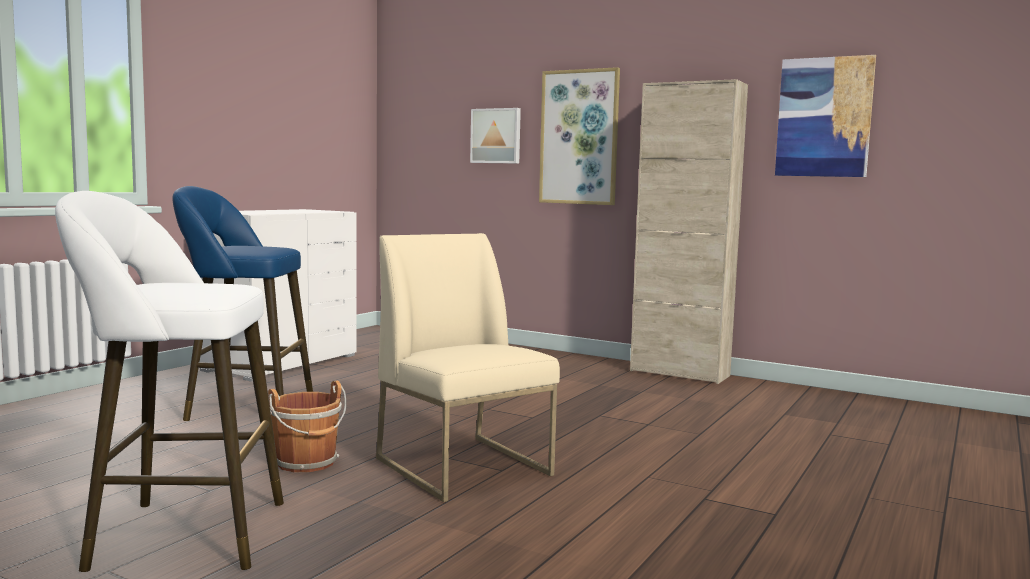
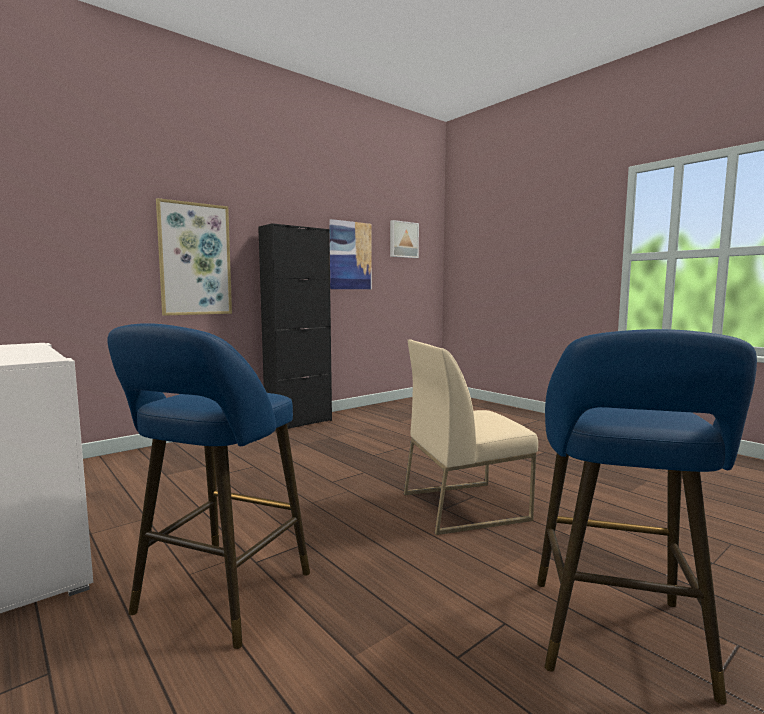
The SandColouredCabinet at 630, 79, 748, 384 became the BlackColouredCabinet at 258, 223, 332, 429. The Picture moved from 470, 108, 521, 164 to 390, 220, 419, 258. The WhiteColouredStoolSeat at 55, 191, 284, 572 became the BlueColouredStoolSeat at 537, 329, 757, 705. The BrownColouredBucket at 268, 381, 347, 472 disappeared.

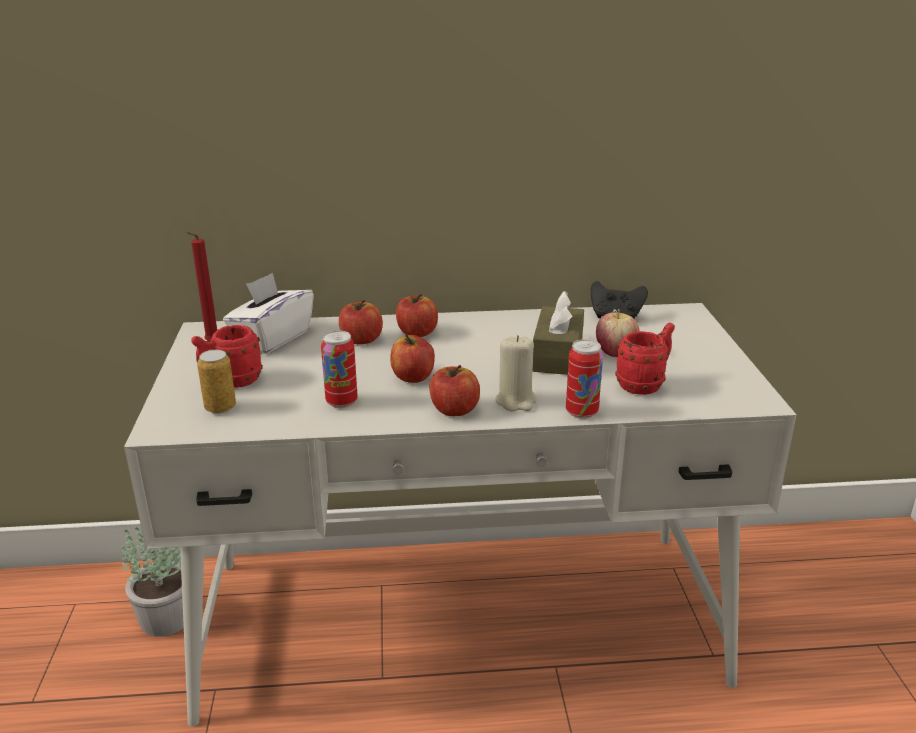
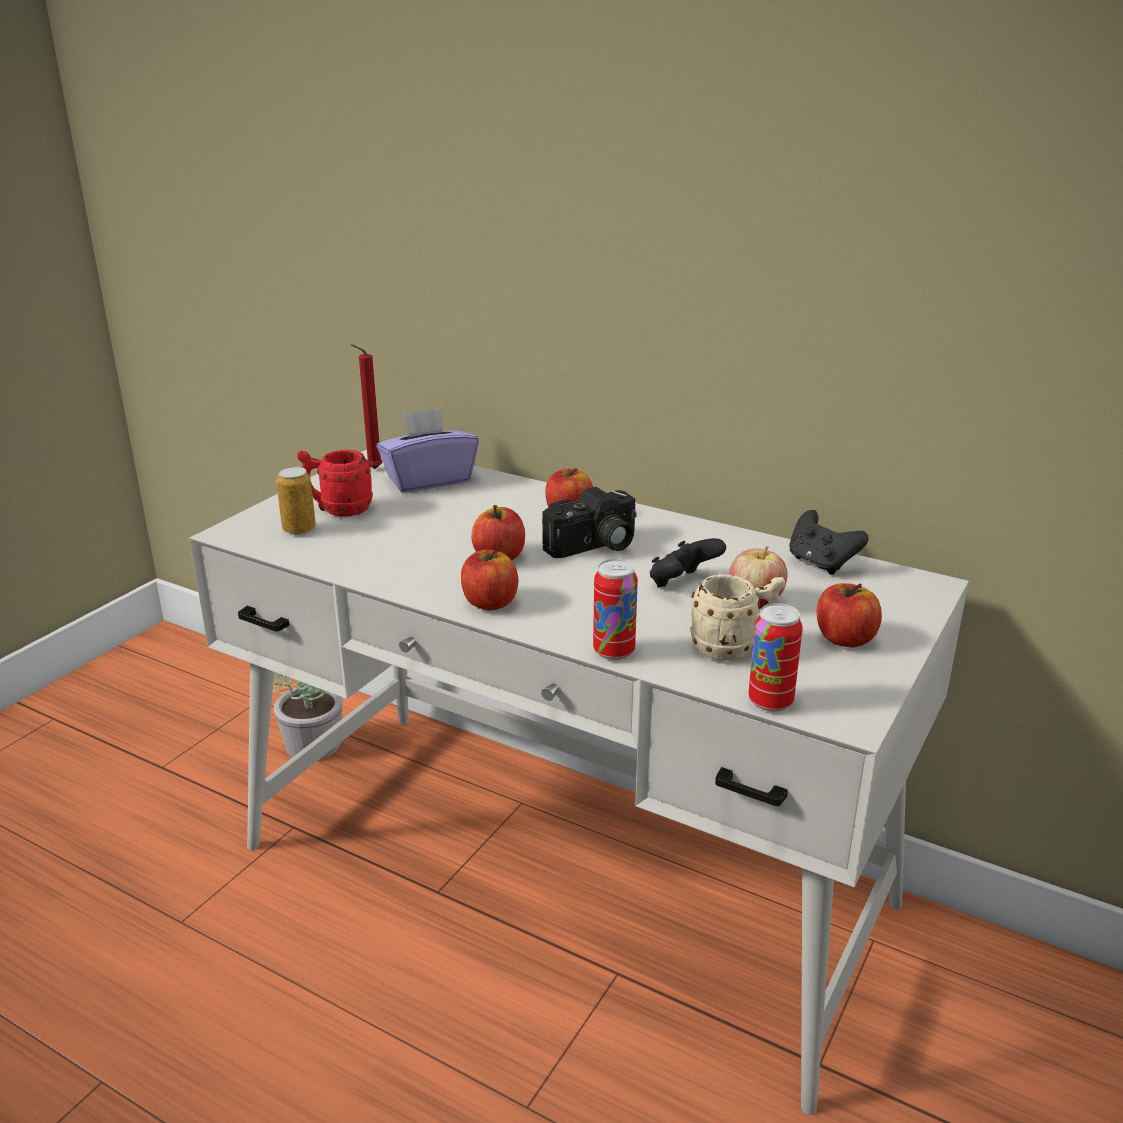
The WhiteColouredTissueBox at 223, 273, 314, 354 became the PurplishTissueBox at 377, 408, 479, 492. The BrownColouredTissueBox at 532, 291, 584, 375 was replaced by the BlackColouredGamepad at 650, 538, 726, 588. The AppleFruit moved from 339, 300, 383, 344 to 817, 583, 882, 647. The RedCoffeeMug at 615, 323, 675, 395 became the SandColouredCoffeeMug at 690, 574, 785, 661. The SealedCan moved from 321, 331, 358, 408 to 748, 603, 803, 712. The SandColouredCandle at 495, 335, 537, 411 disappeared. The StillCamera at 542, 487, 637, 558 appeared.

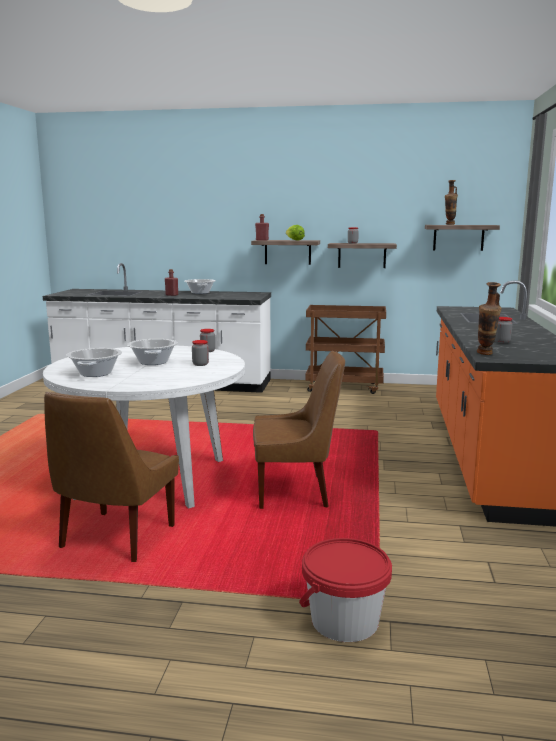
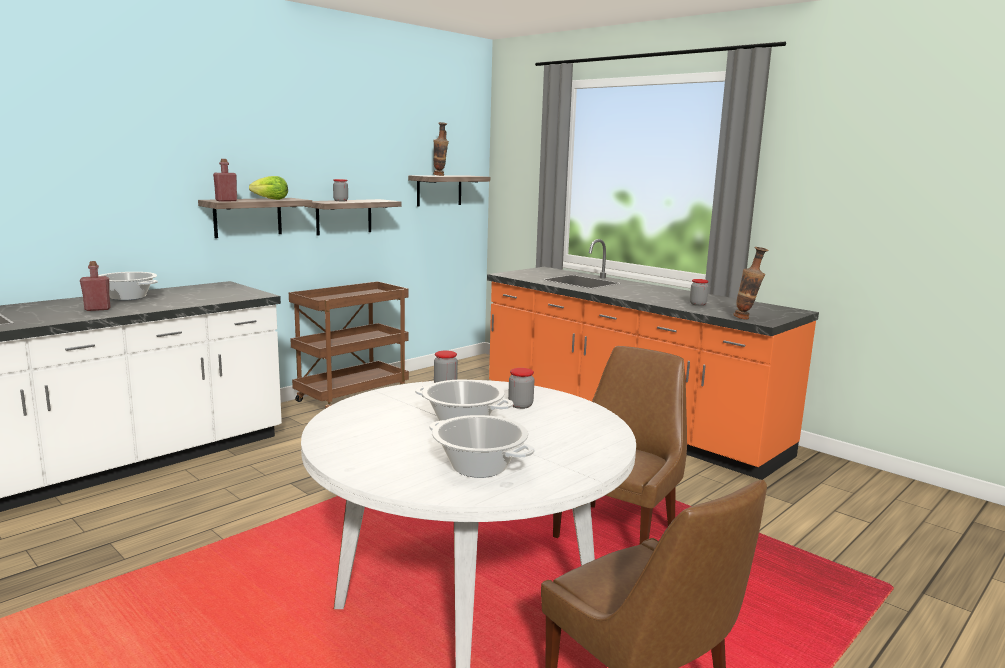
The RedBucket at 299, 538, 392, 642 disappeared.

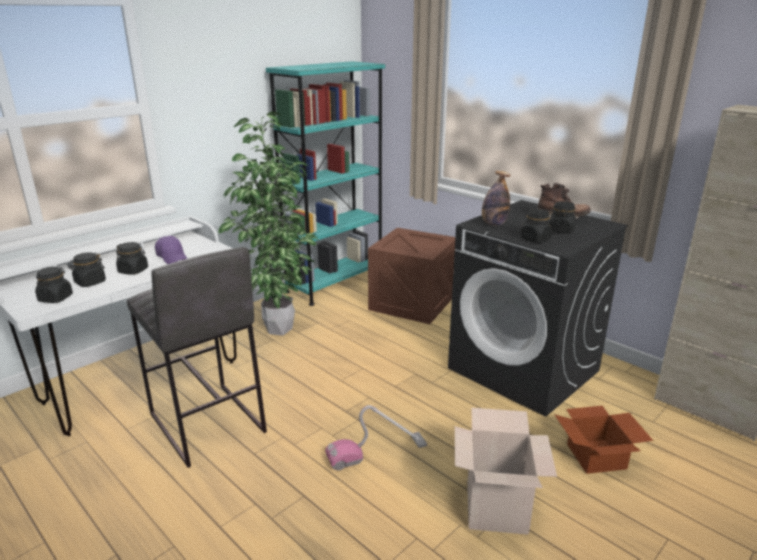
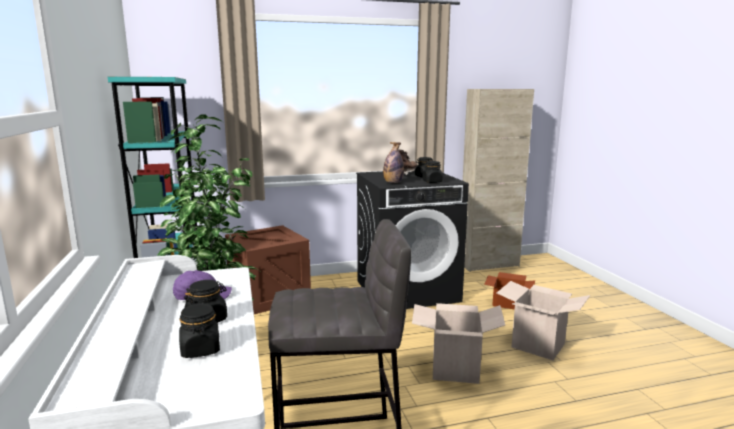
The BlackColouredJar at 35, 267, 73, 303 disappeared. The Hoover at 325, 405, 427, 471 was replaced by the PackingBox at 412, 303, 505, 384.

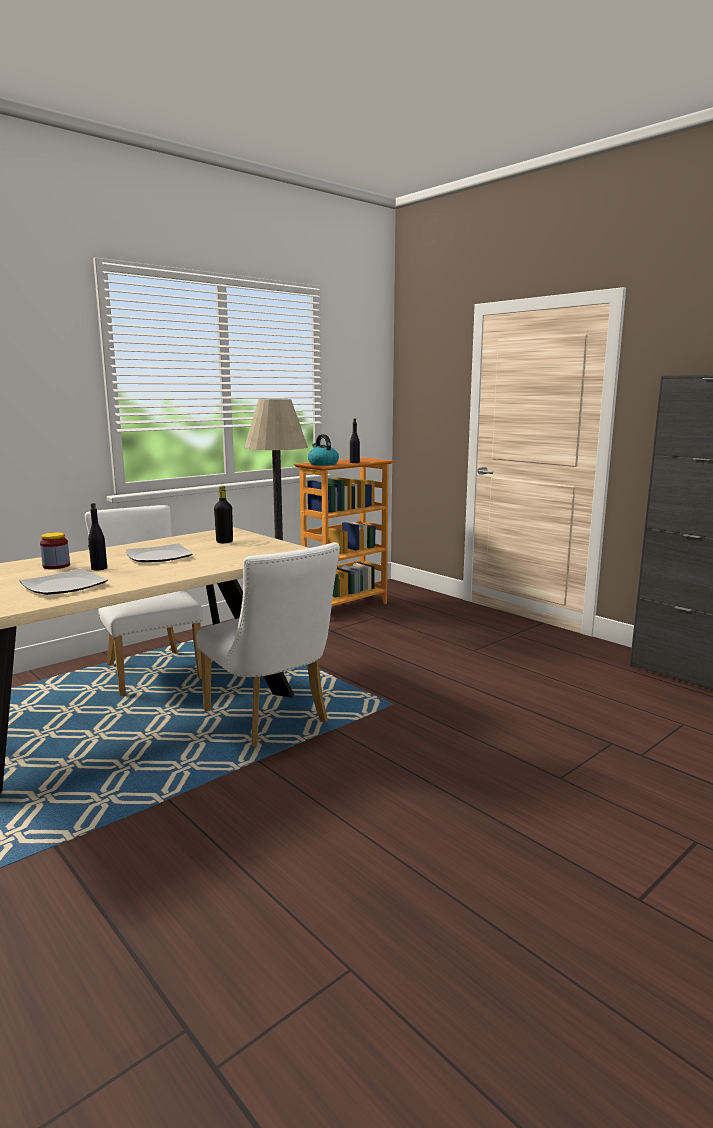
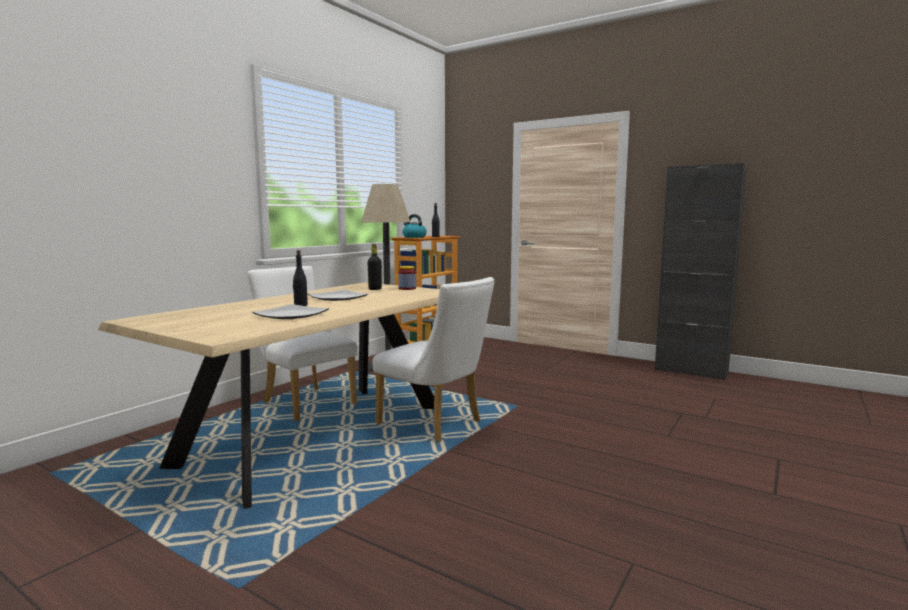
The Jar moved from 40, 532, 70, 569 to 398, 266, 416, 290.

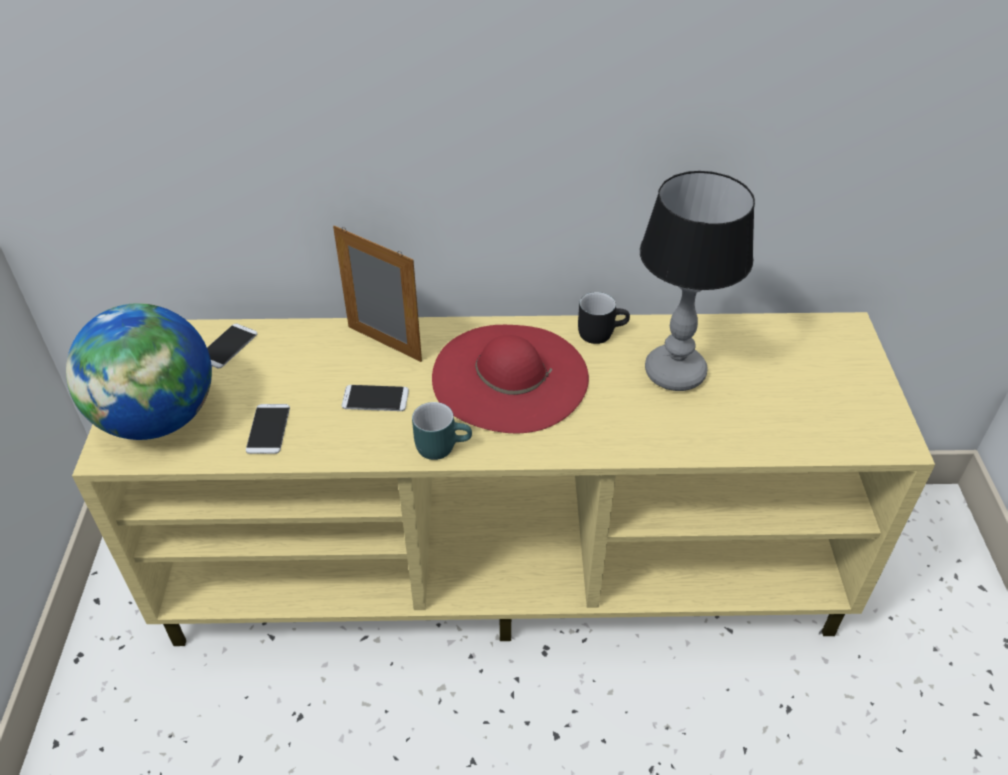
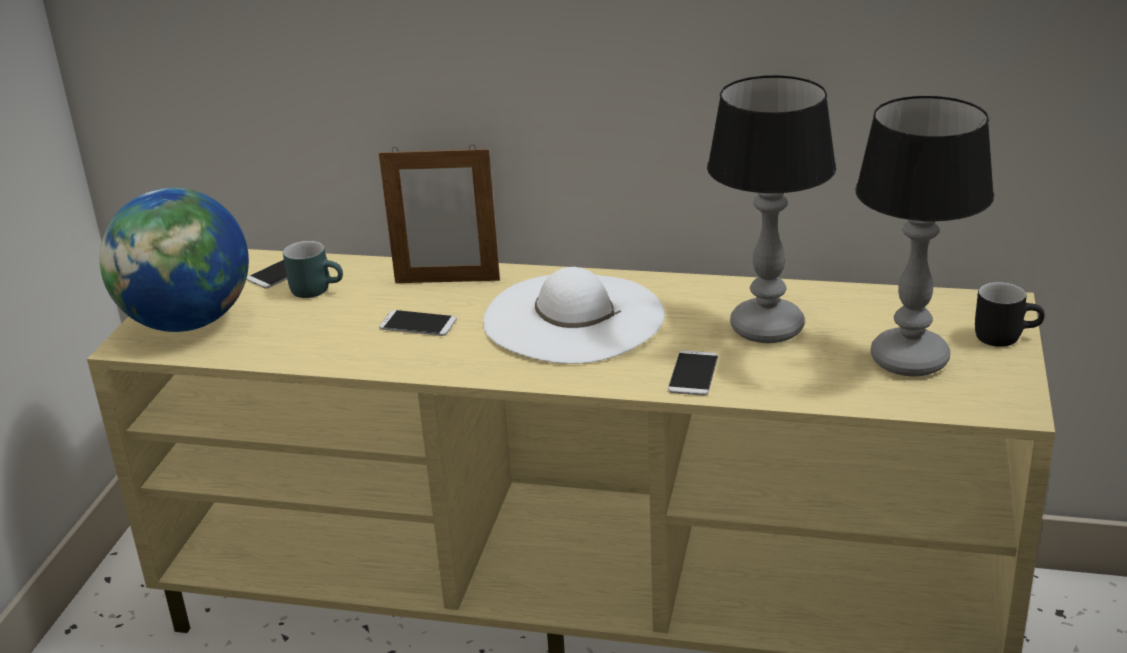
The PhotoFrame at 333, 225, 422, 362 turned 135 degrees clockwise. The BlackColouredCoffeeMug moved from 578, 292, 630, 344 to 975, 282, 1044, 347. The RedClothingHat at 432, 325, 589, 433 became the WhiteColouredClothingHat at 483, 267, 665, 364. The BlueGreenCoffeeMug moved from 412, 402, 472, 460 to 283, 241, 343, 298. The Telephone moved from 246, 404, 290, 454 to 668, 350, 718, 396. The LampForATable at 855, 96, 994, 377 appeared.

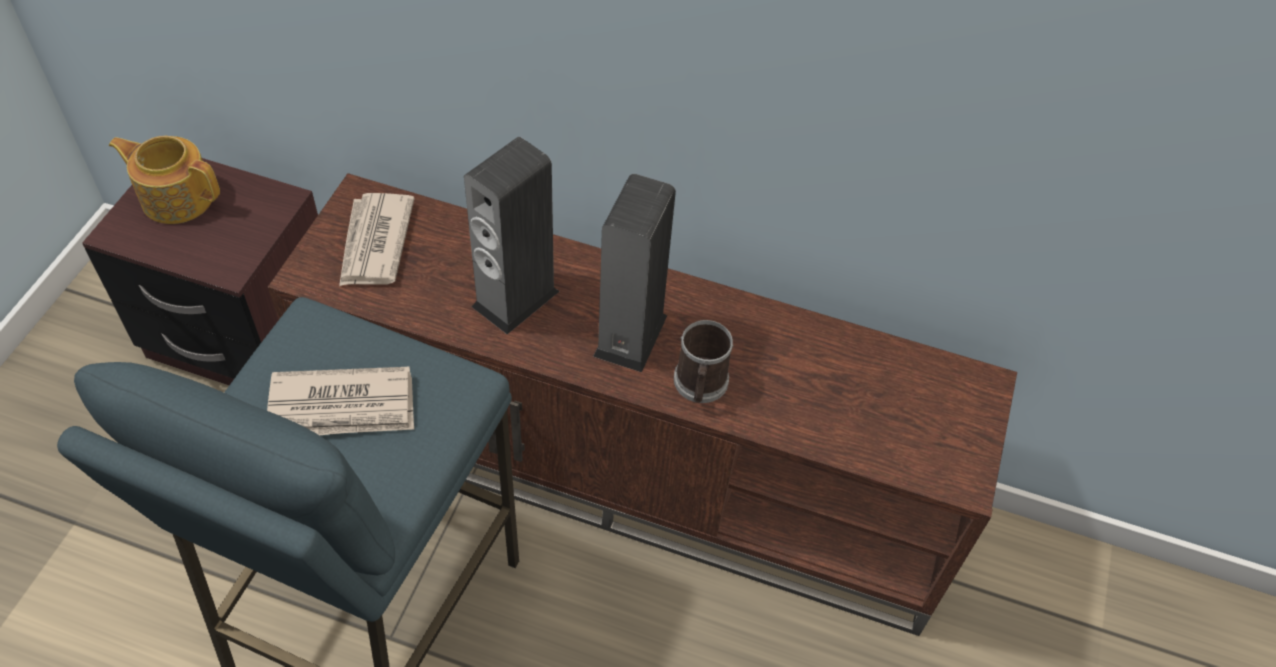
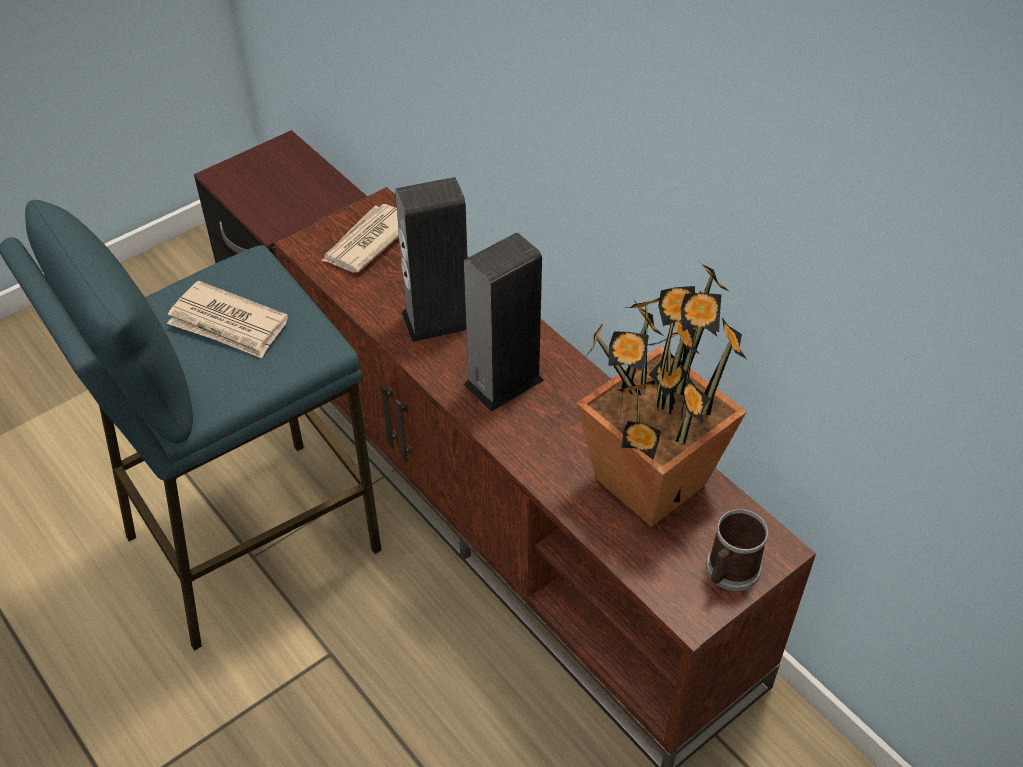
The Teapot at 109, 136, 220, 224 disappeared. The CoffeeMug moved from 674, 320, 733, 403 to 706, 509, 768, 591. The PottedPlant at 576, 258, 747, 527 appeared.

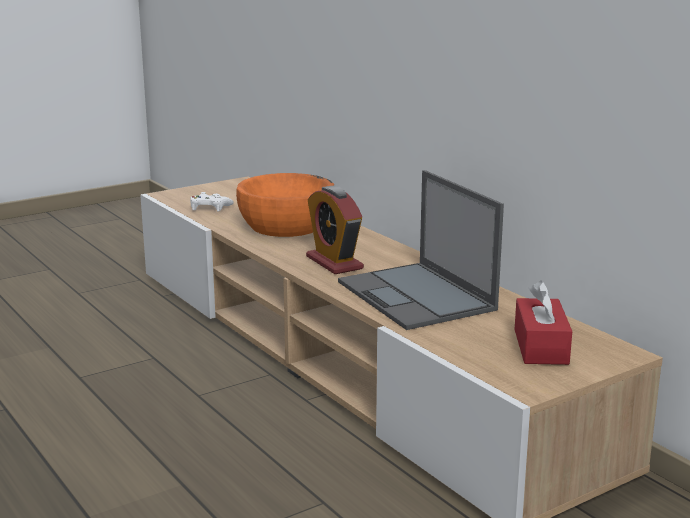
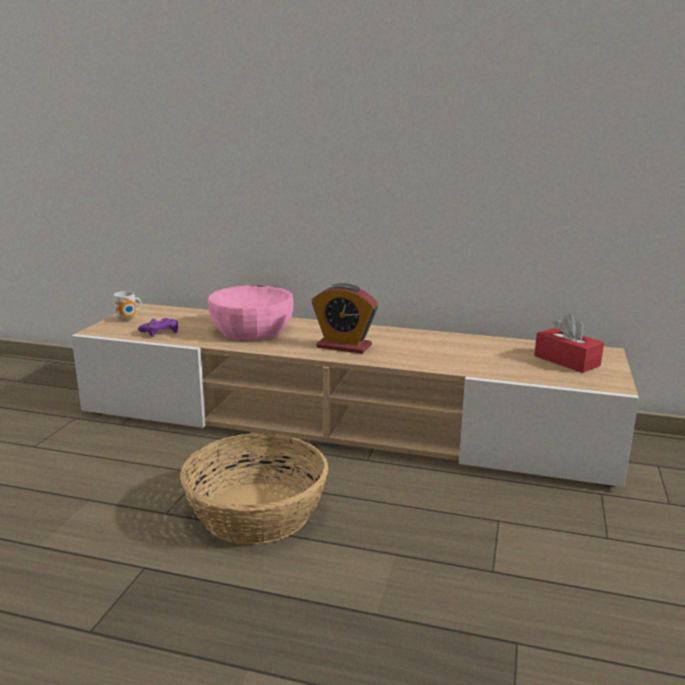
The NotebookComputer at 338, 170, 504, 330 disappeared. The OrangeyServingBowl at 236, 173, 334, 237 became the PinkServingBowl at 208, 285, 293, 341. The WhiteColouredGamepad at 190, 192, 234, 211 became the PurplishGamepad at 138, 318, 178, 337. The CoffeeMug at 114, 291, 142, 321 appeared. The Basket at 180, 433, 328, 545 appeared.

